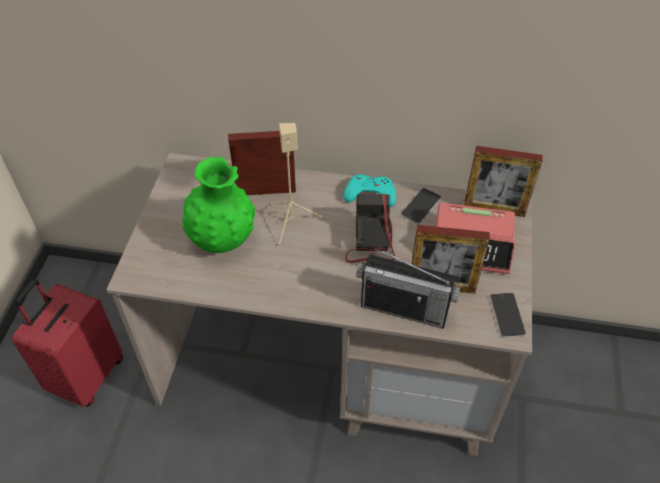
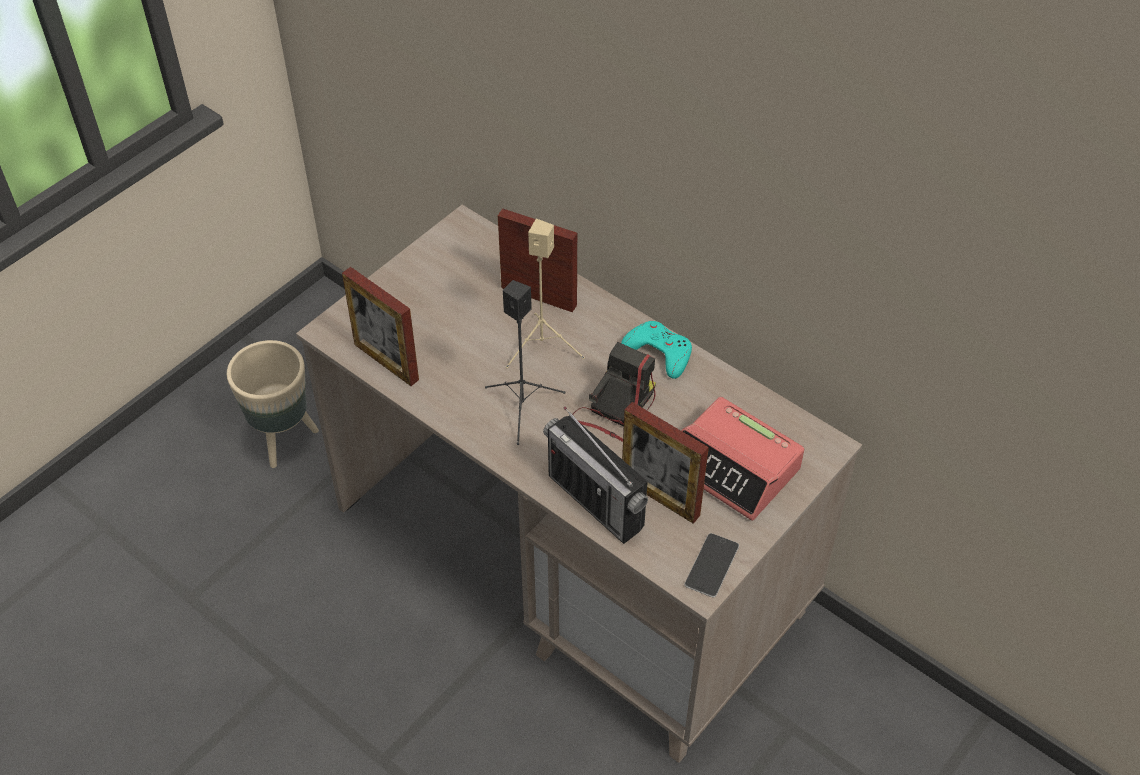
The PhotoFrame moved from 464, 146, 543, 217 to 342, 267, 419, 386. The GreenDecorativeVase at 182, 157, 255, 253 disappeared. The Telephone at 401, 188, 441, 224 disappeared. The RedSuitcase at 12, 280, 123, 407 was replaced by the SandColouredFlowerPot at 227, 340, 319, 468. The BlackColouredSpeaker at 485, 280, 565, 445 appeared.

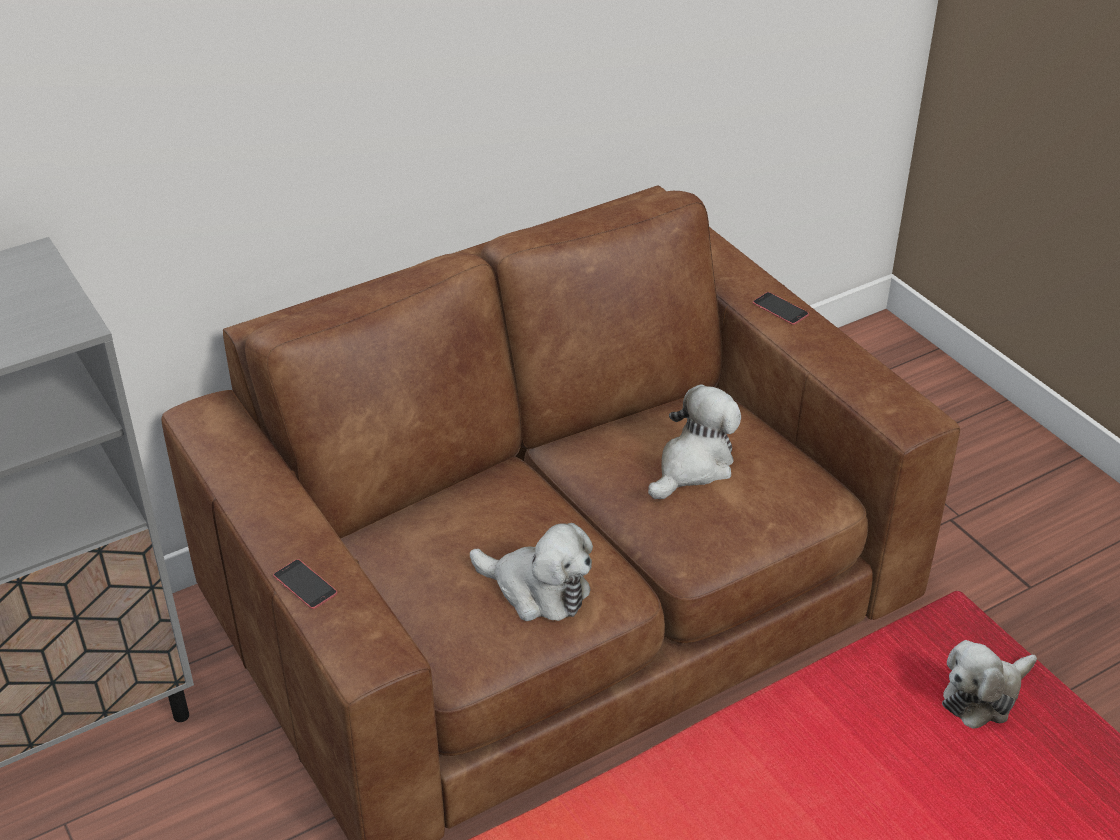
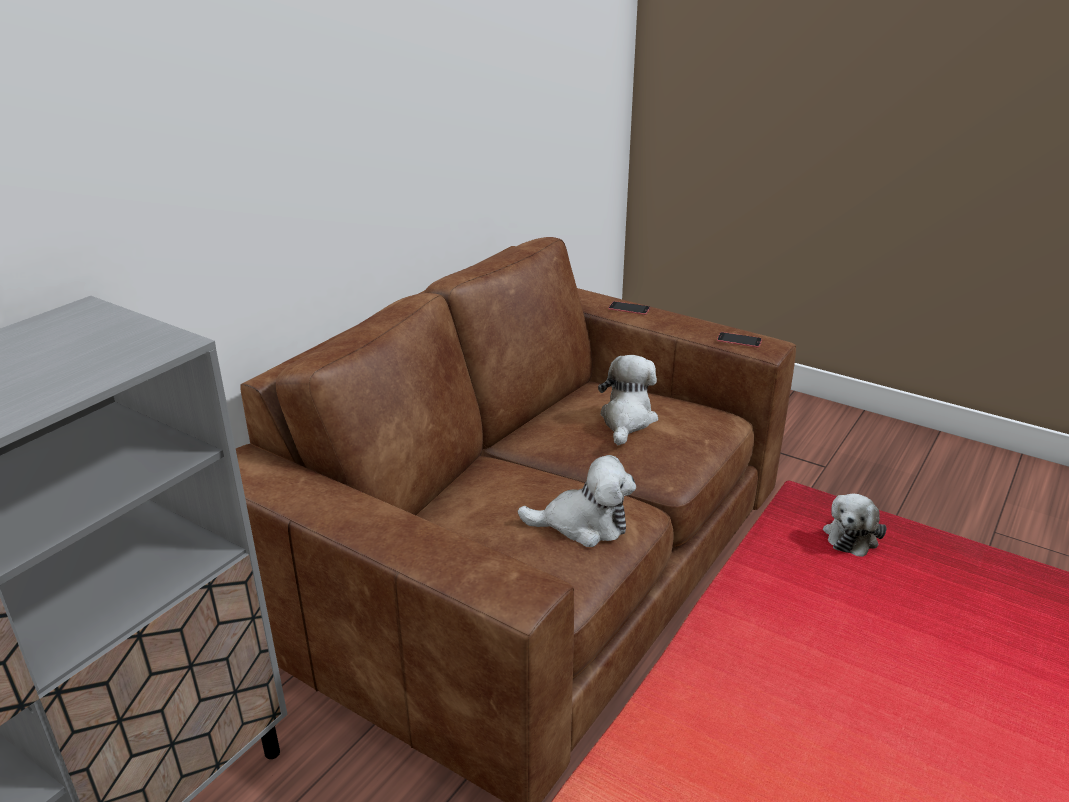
The Telephone moved from 273, 559, 337, 609 to 717, 332, 762, 347.

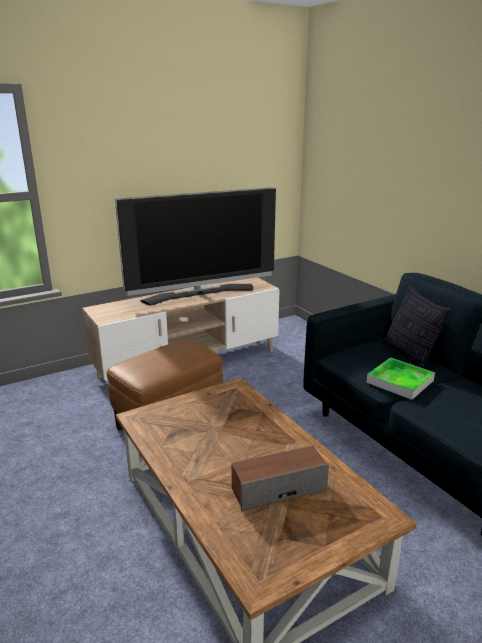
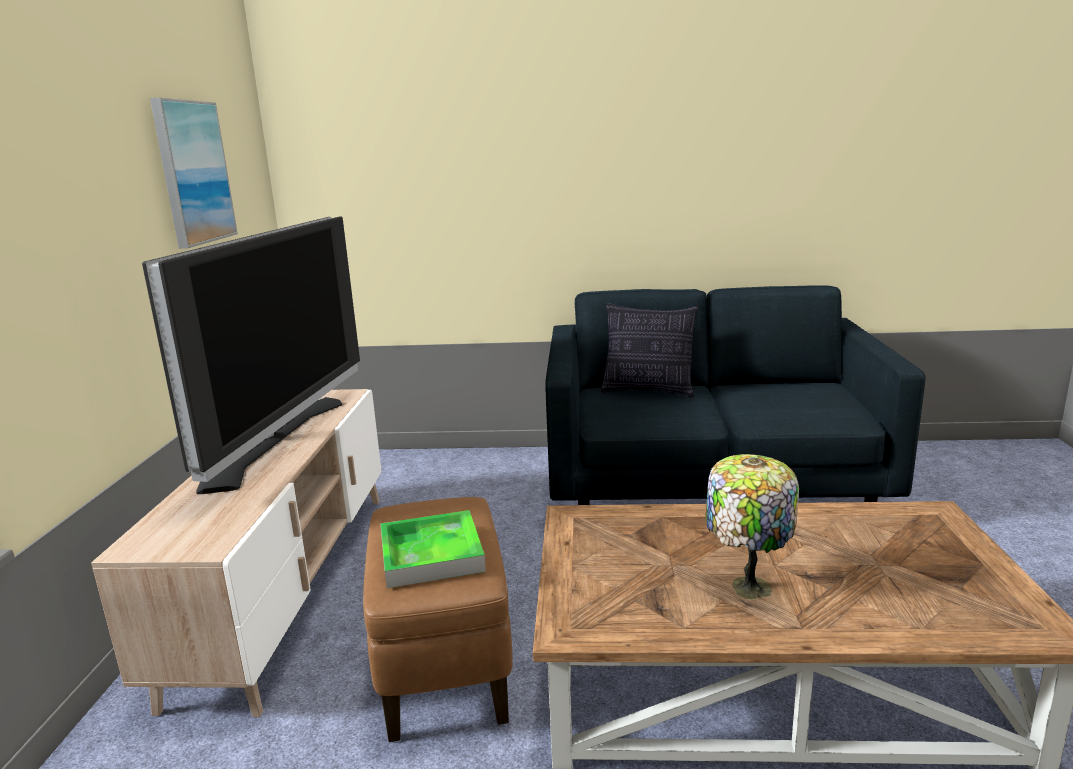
The ServingTray moved from 366, 358, 435, 400 to 380, 510, 486, 588. The Speaker at 232, 445, 329, 511 disappeared. The Picture at 150, 97, 238, 249 appeared. The LampForATable at 706, 454, 799, 599 appeared.

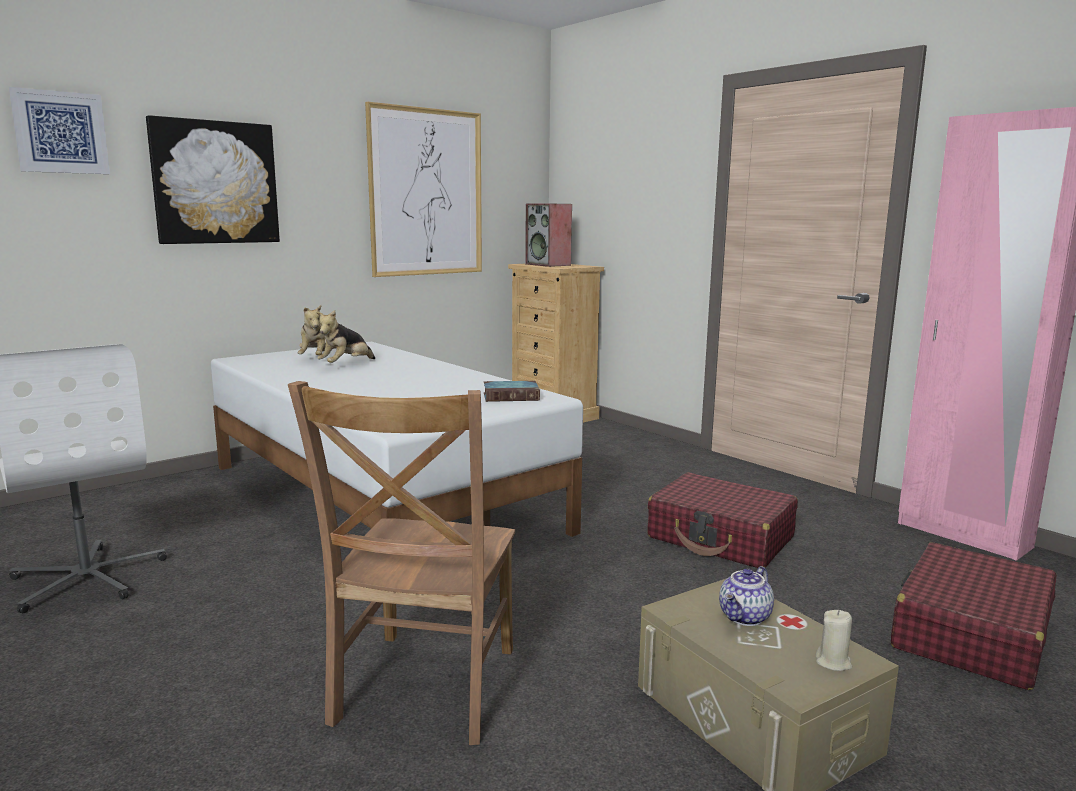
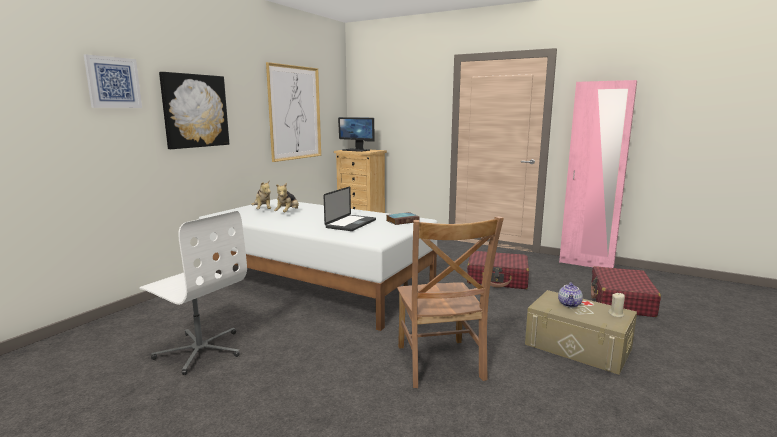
The Speaker at 525, 204, 572, 267 was replaced by the ComputerScreen at 338, 117, 375, 152. The NotebookComputer at 324, 186, 376, 231 appeared.

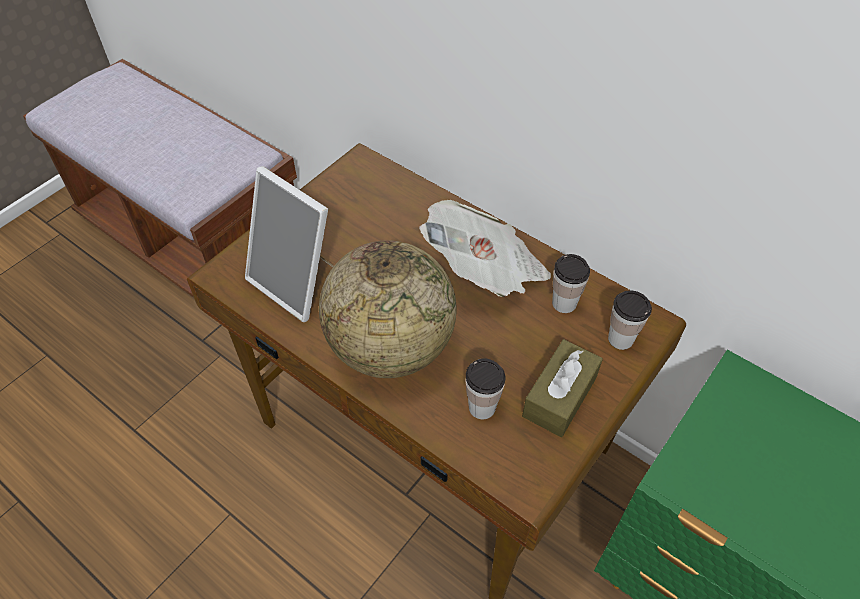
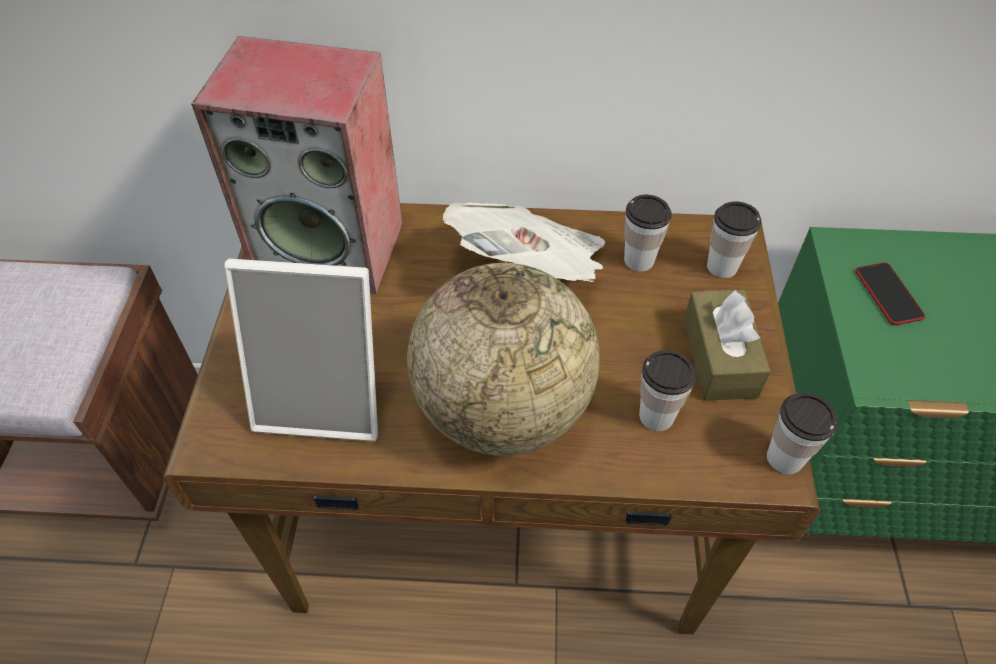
The Speaker at 191, 36, 403, 294 appeared. The Telephone at 856, 263, 925, 325 appeared. The Cup at 767, 393, 838, 474 appeared.

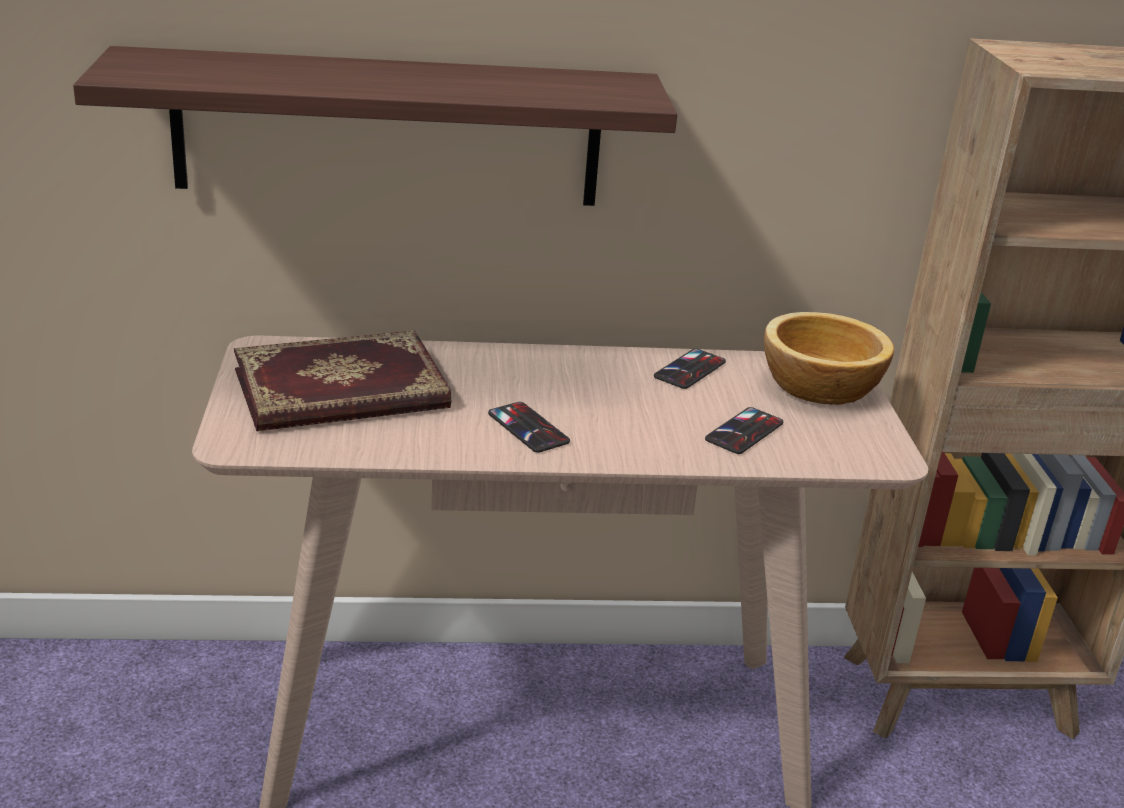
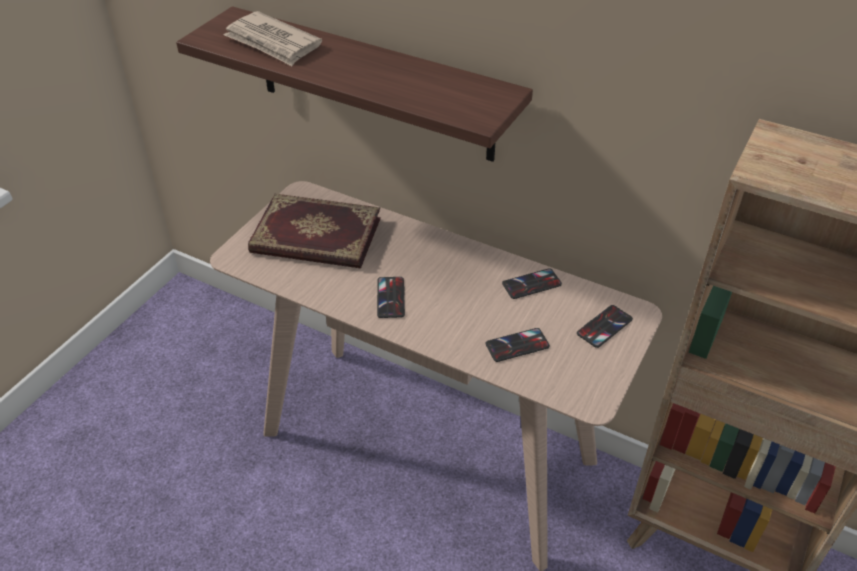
The ServingBowl at 764, 312, 894, 405 was replaced by the Telephone at 577, 305, 633, 348. The Newspaper at 224, 11, 322, 66 appeared.

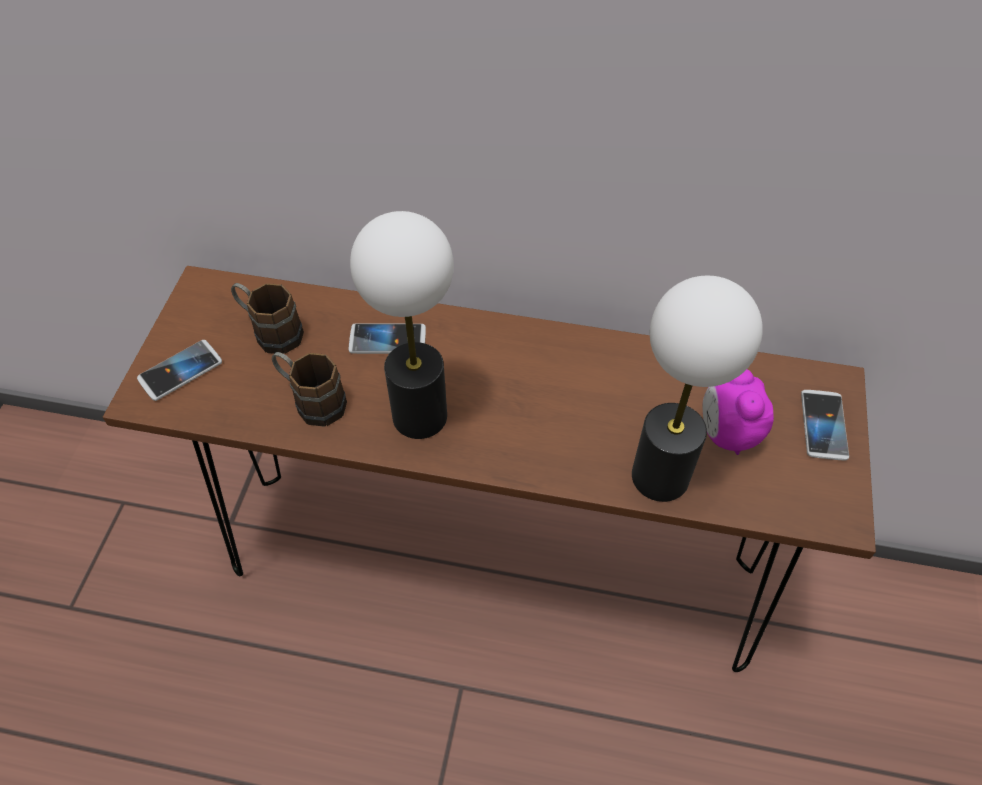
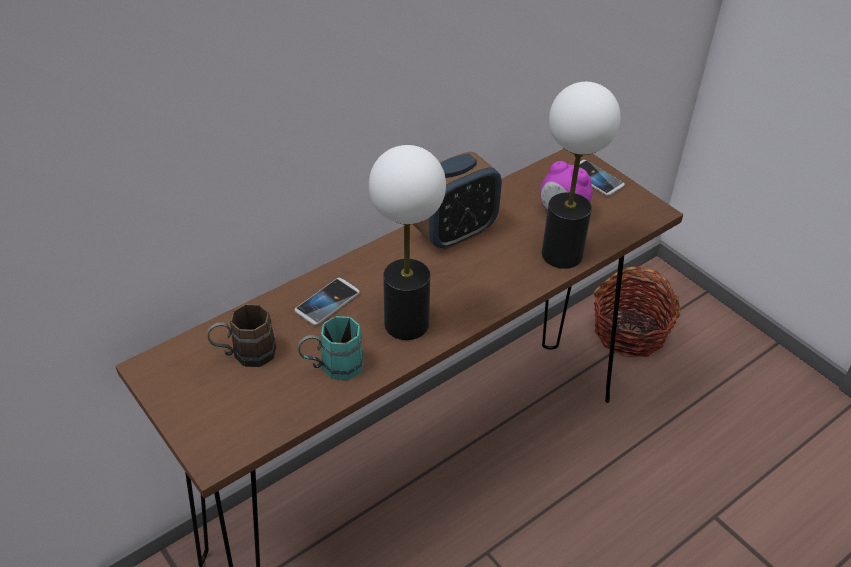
The Telephone at 137, 340, 222, 401 disappeared. The BrownColouredCoffeeMug at 272, 352, 347, 427 became the BlueGreenCoffeeMug at 298, 316, 364, 380. The BedsideClock at 413, 151, 502, 250 appeared. The Basket at 593, 266, 680, 357 appeared.

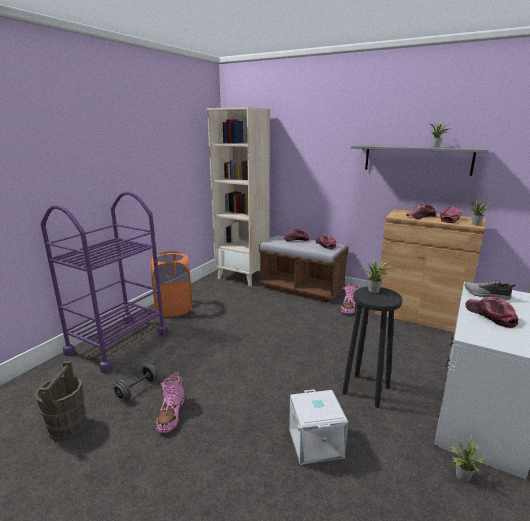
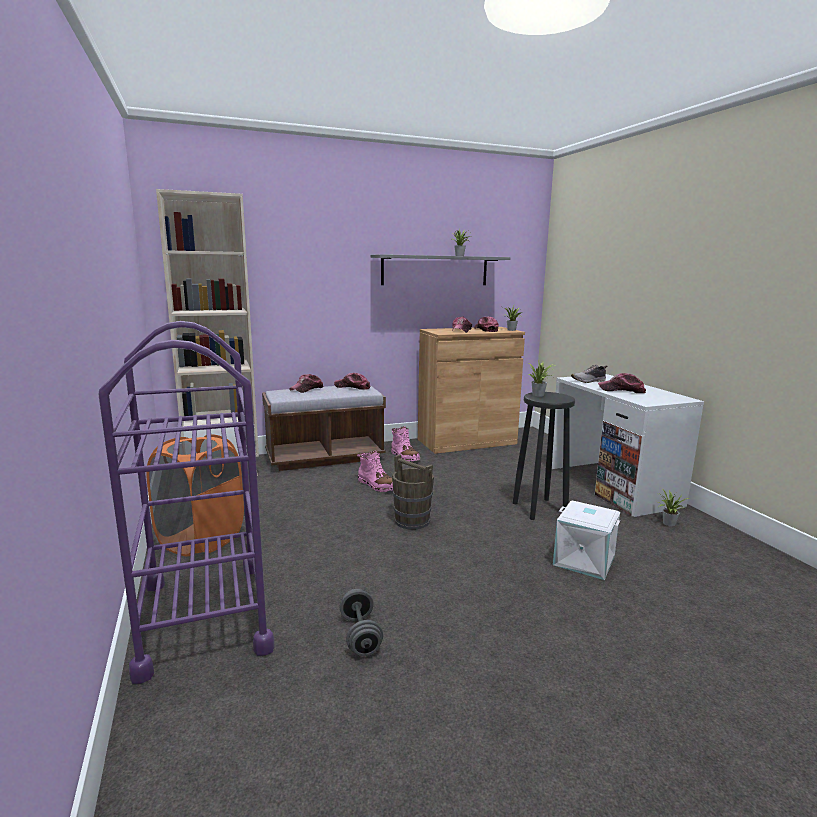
The BrownColouredBucket moved from 35, 362, 87, 441 to 392, 454, 434, 530. The PinkHighTopBoot moved from 156, 371, 185, 433 to 357, 450, 393, 492.

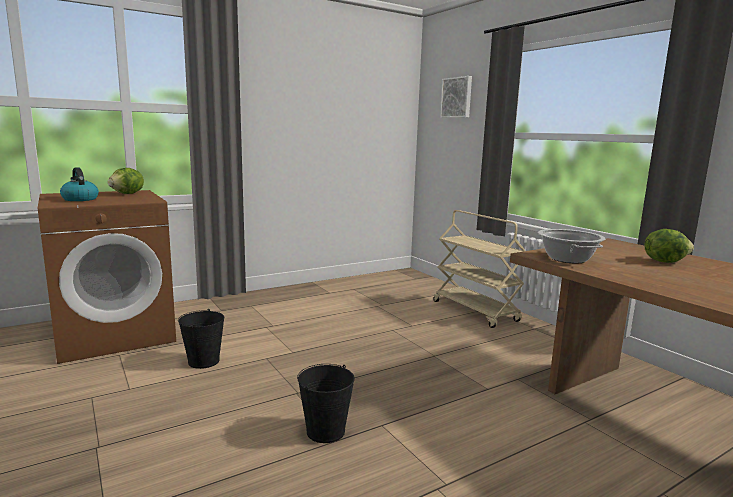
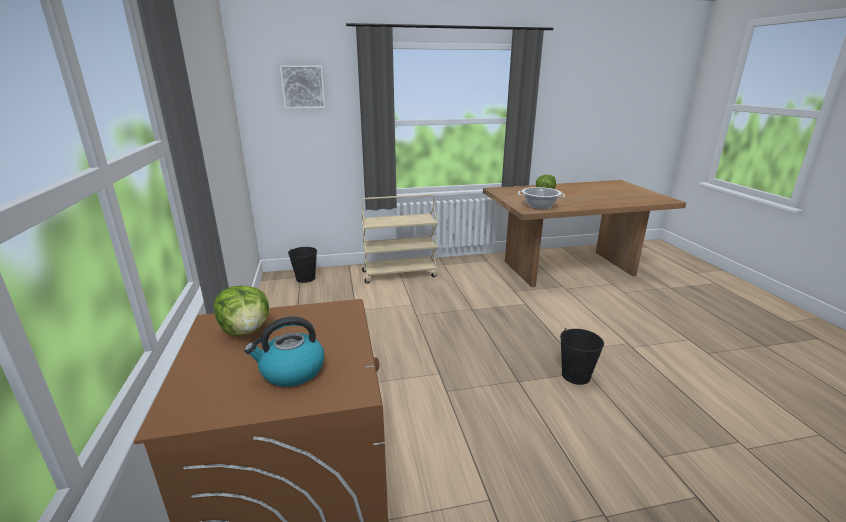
The BlackColouredBucket moved from 178, 309, 224, 369 to 288, 247, 317, 283.

